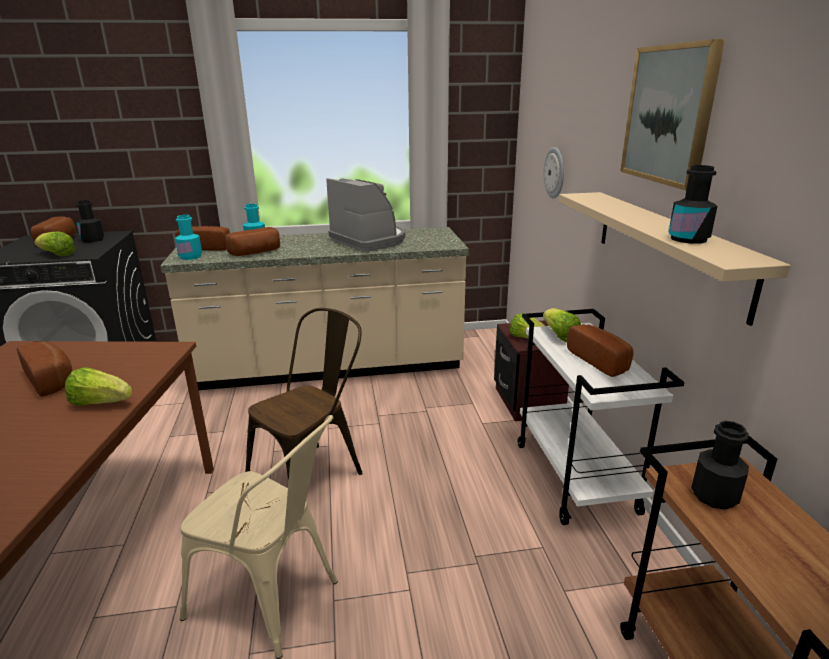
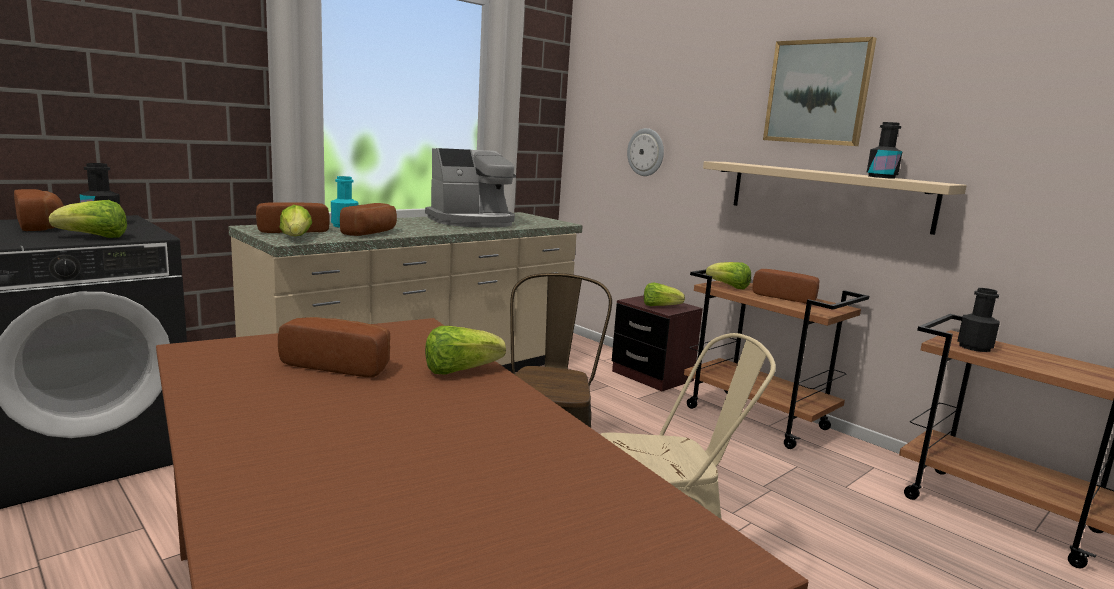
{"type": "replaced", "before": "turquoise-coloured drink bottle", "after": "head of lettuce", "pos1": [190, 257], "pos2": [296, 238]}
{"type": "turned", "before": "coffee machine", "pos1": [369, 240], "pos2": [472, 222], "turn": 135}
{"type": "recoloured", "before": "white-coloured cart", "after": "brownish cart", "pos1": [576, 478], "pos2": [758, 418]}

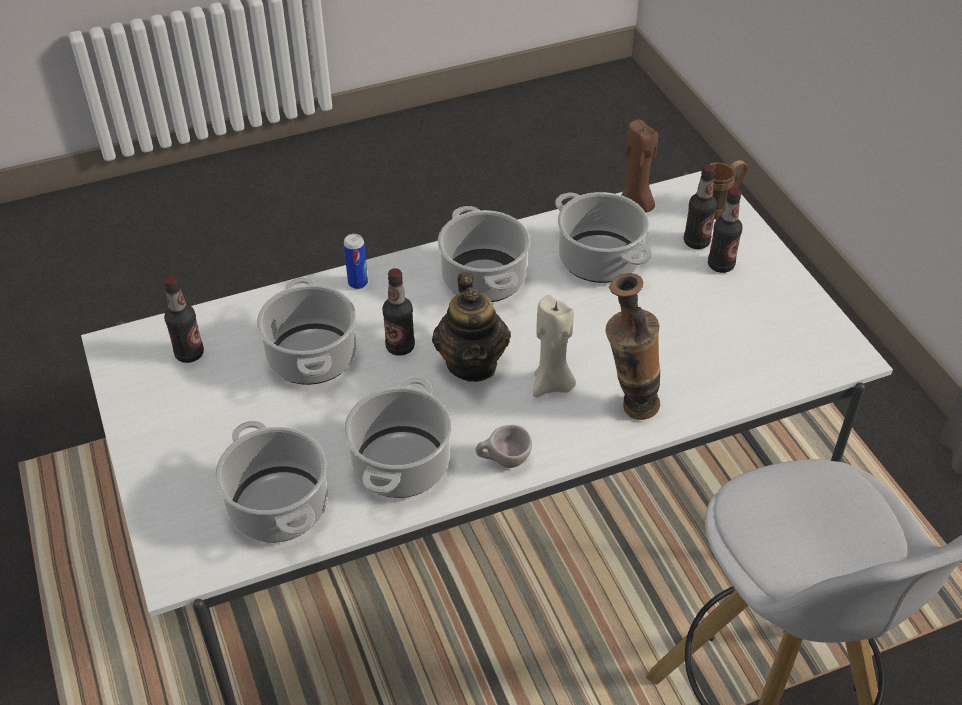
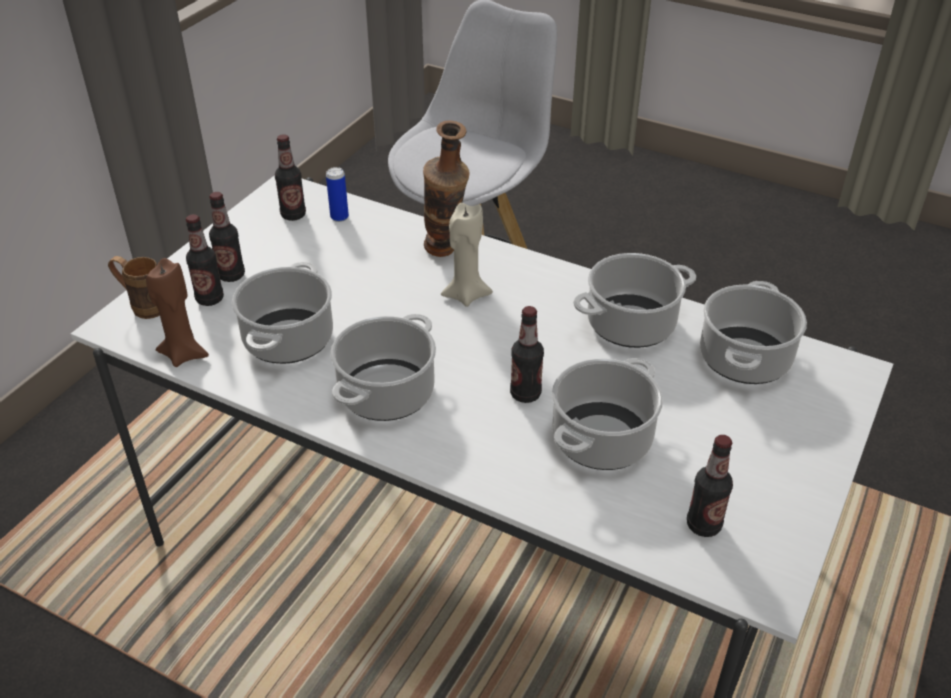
{"type": "added", "after": "drink bottle", "pos2": [293, 215]}
{"type": "moved", "before": "can", "pos1": [358, 283], "pos2": [339, 217]}
{"type": "removed", "before": "pot for tea", "pos1": [472, 363]}
{"type": "removed", "before": "beige-coloured drinking cup", "pos1": [503, 462]}

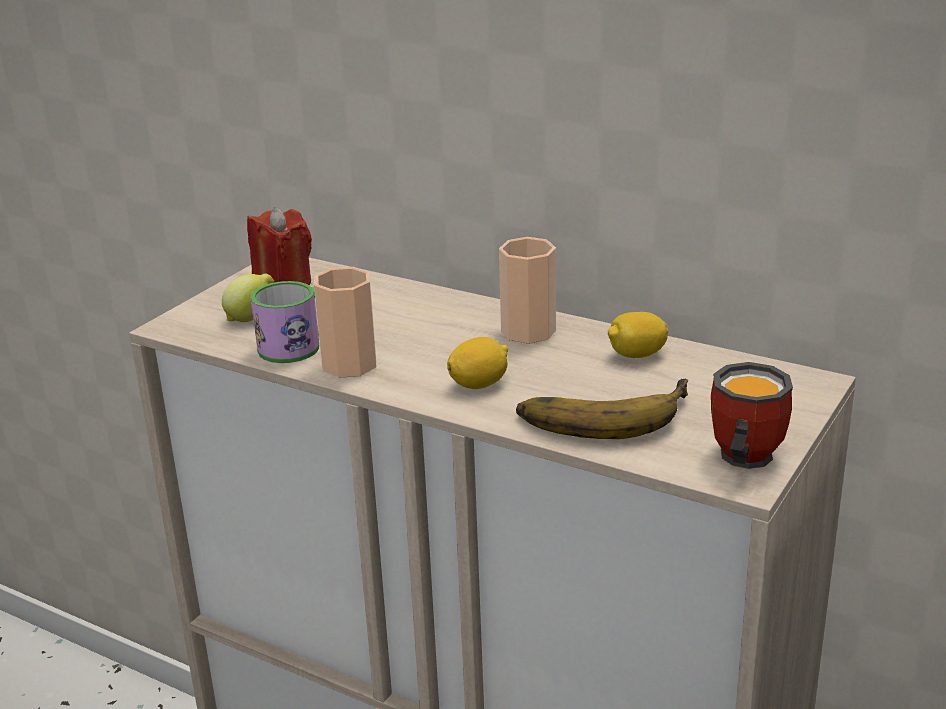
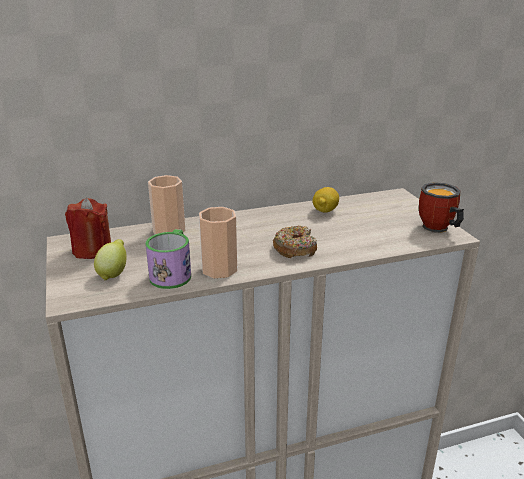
{"type": "moved", "before": "drinking cup", "pos1": [528, 331], "pos2": [169, 231]}
{"type": "replaced", "before": "citrus fruit", "after": "donut", "pos1": [479, 384], "pos2": [295, 249]}
{"type": "removed", "before": "whole banana", "pos1": [601, 413]}

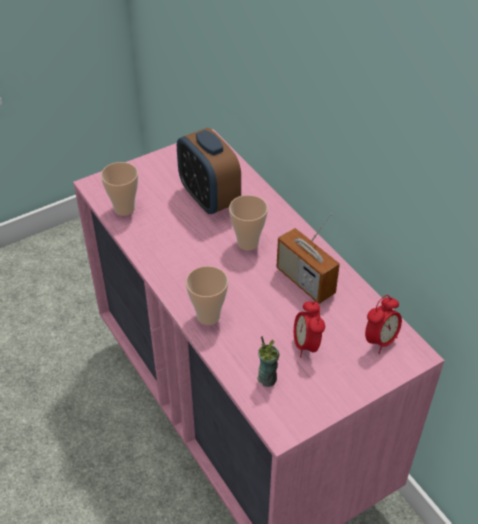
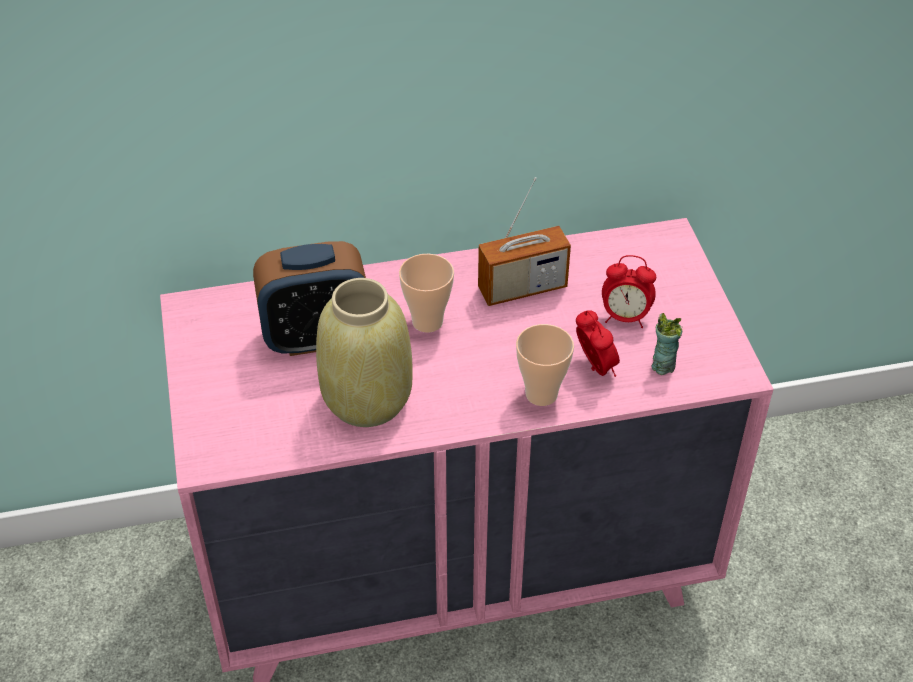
{"type": "added", "after": "beige-coloured flower vase", "pos2": [368, 400]}
{"type": "moved", "before": "table clock", "pos1": [380, 340], "pos2": [594, 368]}
{"type": "removed", "before": "drinking cup", "pos1": [124, 209]}

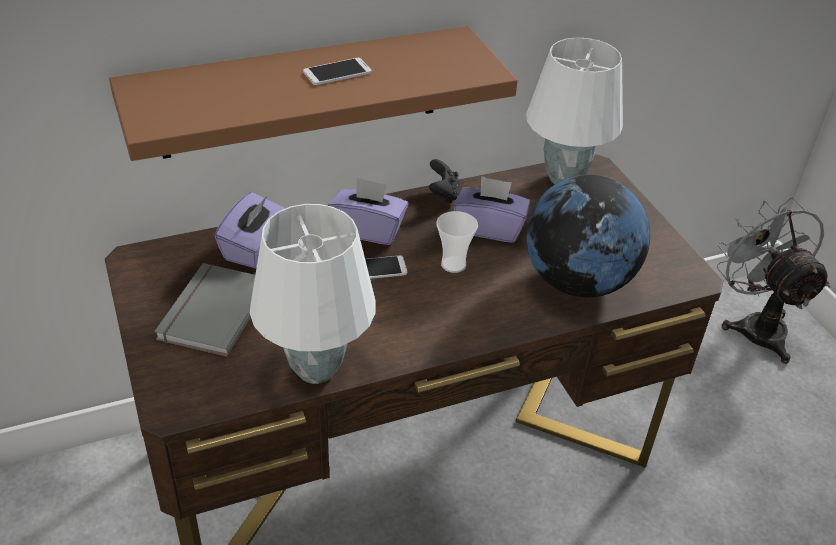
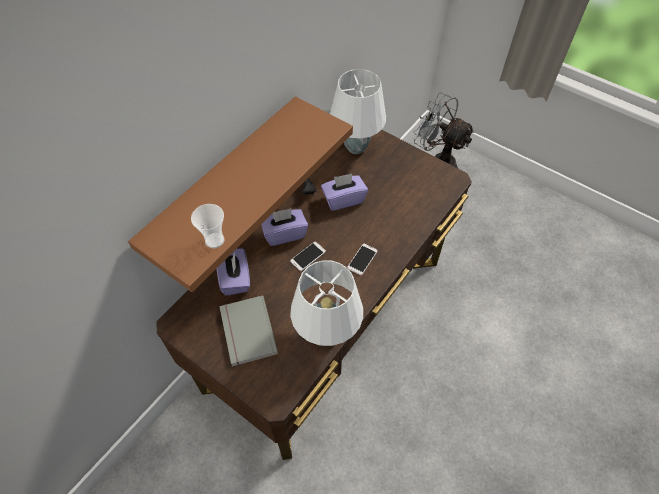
{"type": "moved", "before": "drinking cup", "pos1": [453, 264], "pos2": [214, 240]}
{"type": "moved", "before": "phone", "pos1": [337, 72], "pos2": [362, 259]}
{"type": "removed", "before": "desk globe", "pos1": [577, 282]}

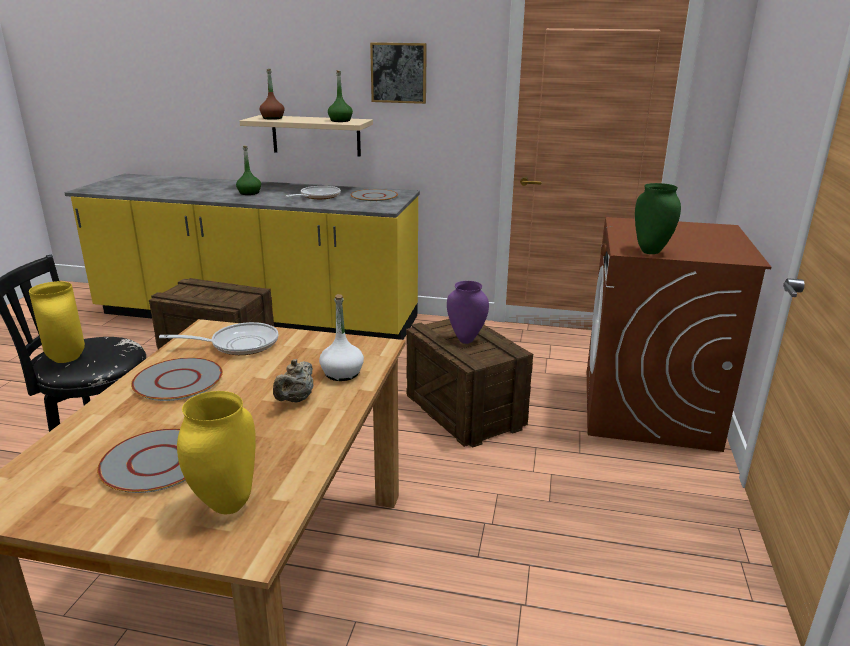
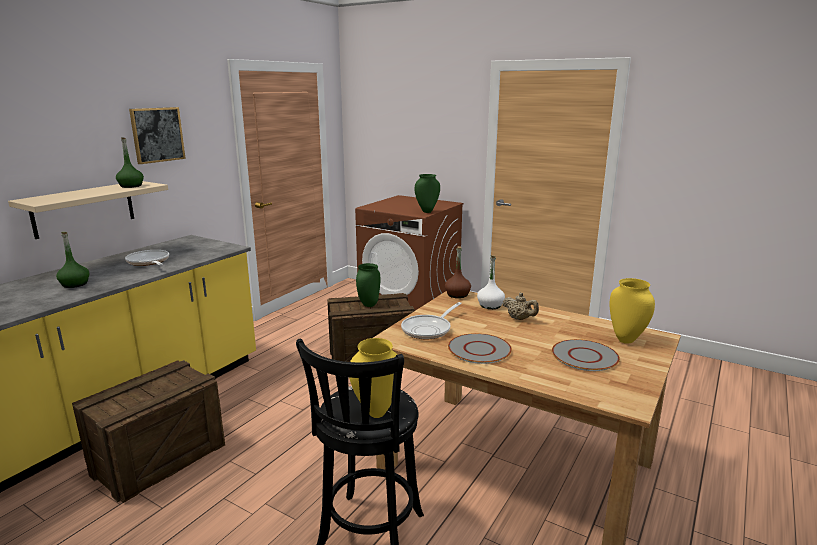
{"type": "recoloured", "before": "purple-coloured flower vase", "after": "greenish flower vase", "pos1": [466, 340], "pos2": [368, 305]}
{"type": "turned", "before": "pan", "pos1": [239, 344], "pos2": [429, 329], "turn": -150}
{"type": "moved", "before": "brownish drink bottle", "pos1": [272, 118], "pos2": [457, 295]}
{"type": "removed", "before": "gray dinner plate", "pos1": [374, 196]}

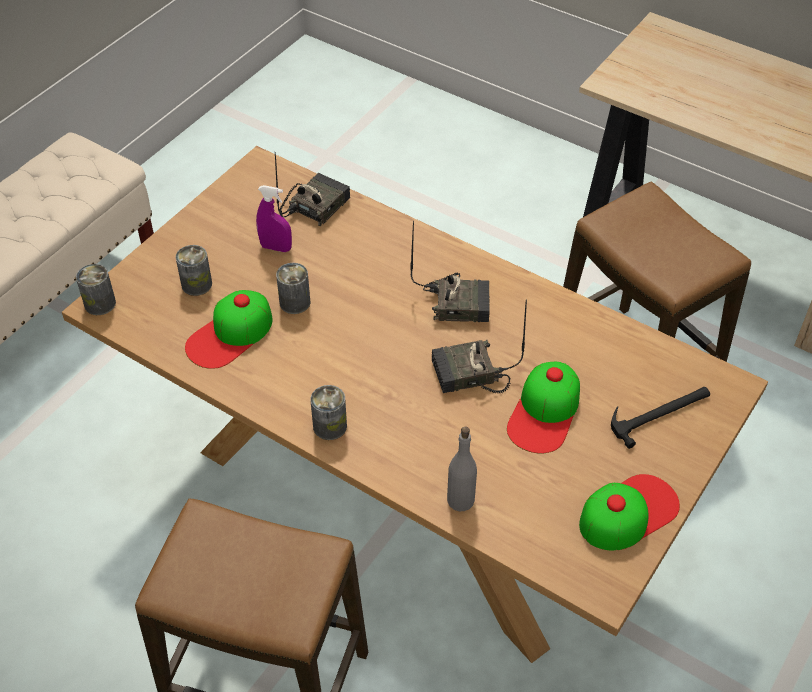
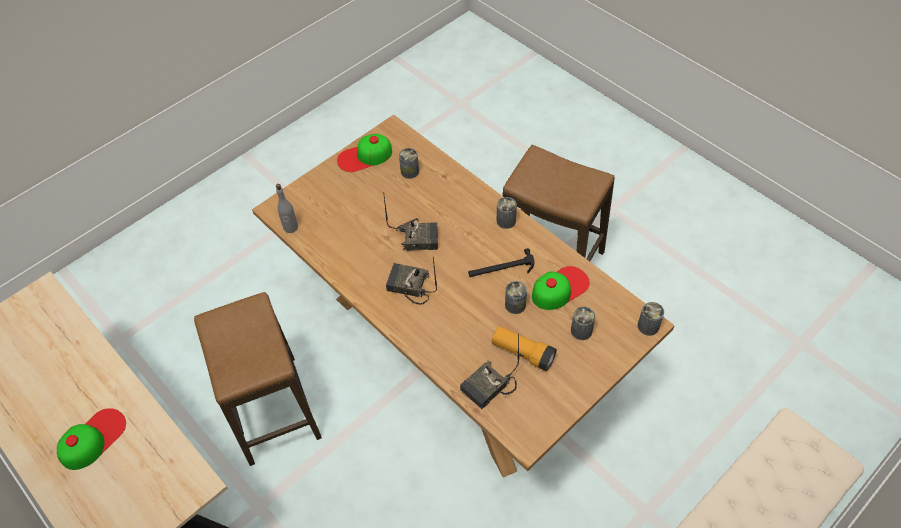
{"type": "moved", "before": "baseball cap", "pos1": [545, 412], "pos2": [93, 438]}
{"type": "moved", "before": "gray drink bottle", "pos1": [460, 499], "pos2": [290, 227]}
{"type": "added", "after": "can", "pos2": [410, 171]}
{"type": "moved", "before": "hammer", "pos1": [660, 413], "pos2": [501, 268]}
{"type": "replaced", "before": "purple-coloured hand sprayer", "after": "hand torch", "pos1": [276, 248], "pos2": [523, 353]}

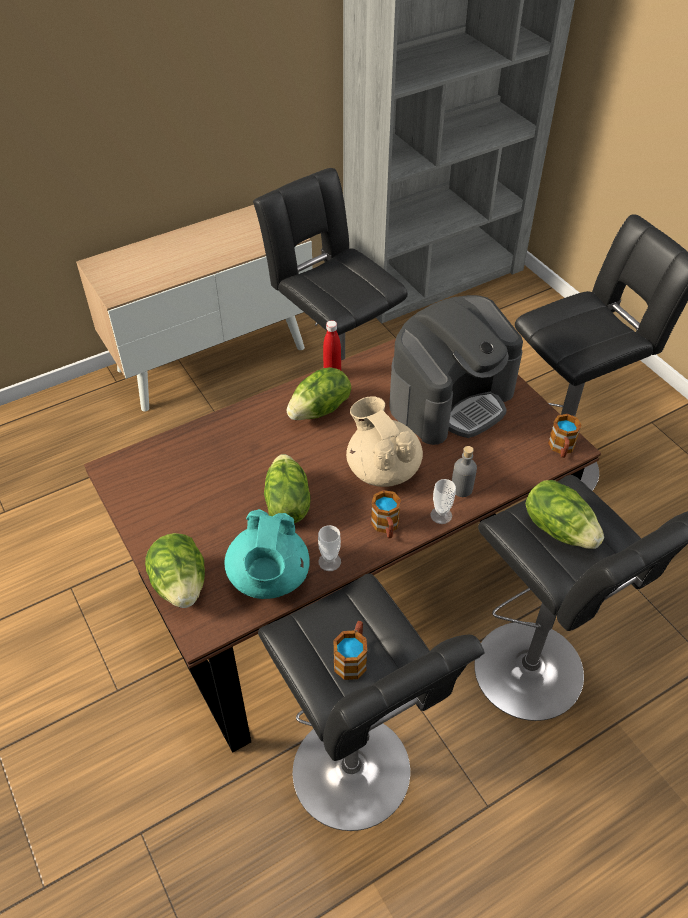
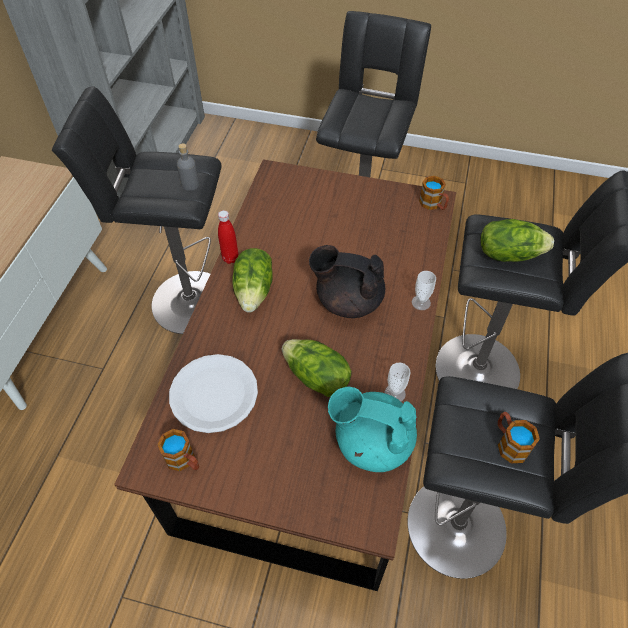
{"type": "moved", "before": "coffee mug", "pos1": [386, 527], "pos2": [184, 460]}
{"type": "added", "after": "white-coloured dinner plate", "pos2": [213, 394]}
{"type": "moved", "before": "gray drink bottle", "pos1": [461, 488], "pos2": [190, 184]}
{"type": "recoloured", "before": "beige-coloured pot for tea", "after": "black-coloured pot for tea", "pos1": [382, 468], "pos2": [347, 300]}
{"type": "turned", "before": "turquoise-coloured pot for tea", "pos1": [269, 578], "pos2": [371, 442], "turn": 150}
{"type": "removed", "before": "head of lettuce", "pos1": [180, 585]}
{"type": "removed", "before": "coffee machine", "pos1": [451, 399]}

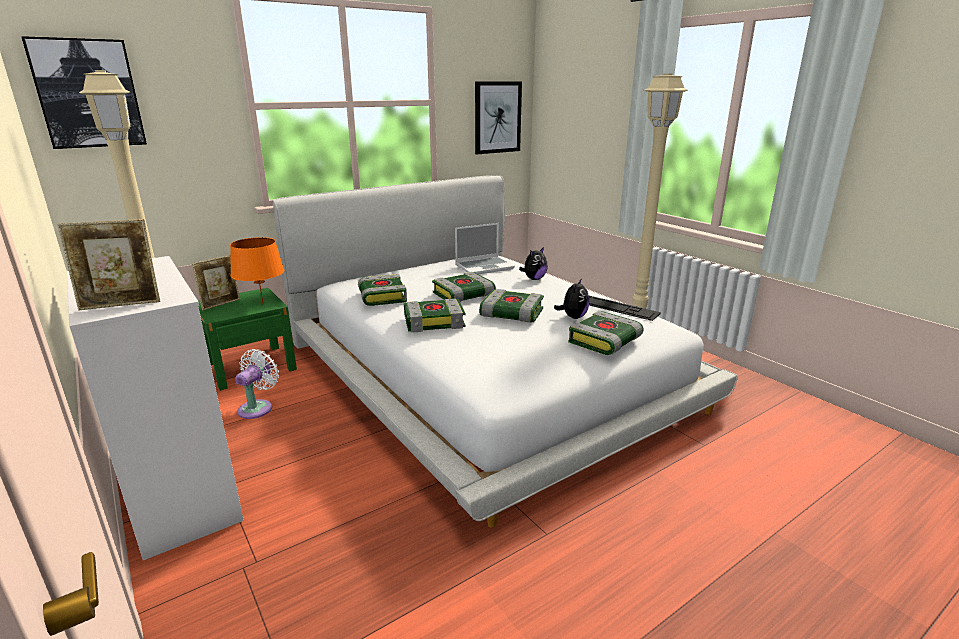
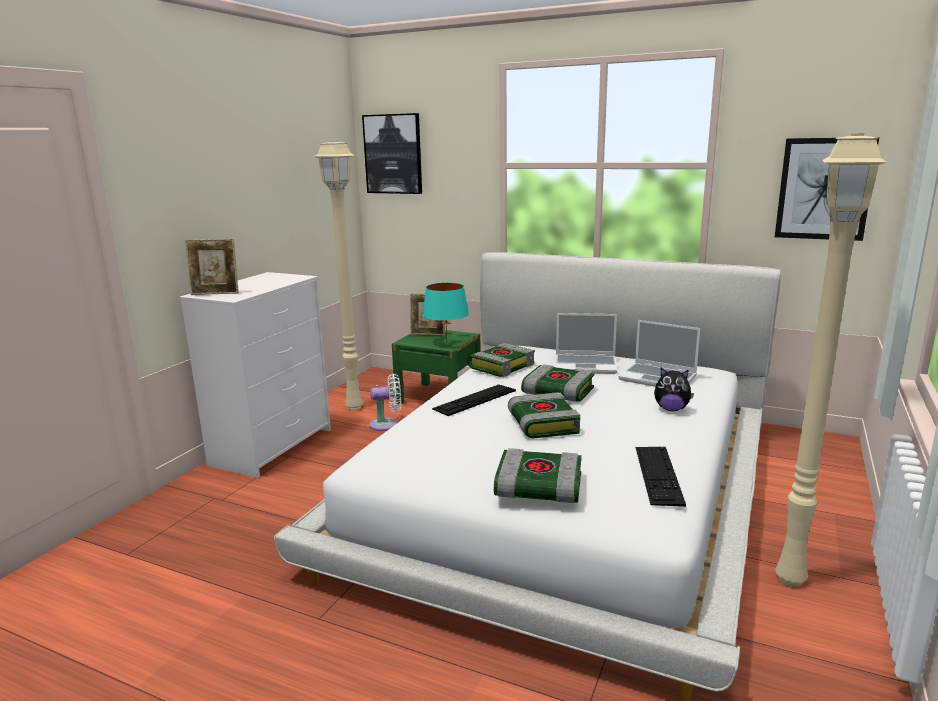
{"type": "turned", "before": "standing frame", "pos1": [122, 305], "pos2": [216, 294], "turn": -45}
{"type": "recoloured", "before": "orange-coloured table lamp", "after": "turquoise-coloured table lamp", "pos1": [262, 303], "pos2": [446, 343]}
{"type": "replaced", "before": "book", "after": "computer keyboard", "pos1": [435, 321], "pos2": [475, 399]}
{"type": "added", "after": "laptop", "pos2": [586, 365]}
{"type": "removed", "before": "plush toy", "pos1": [573, 317]}

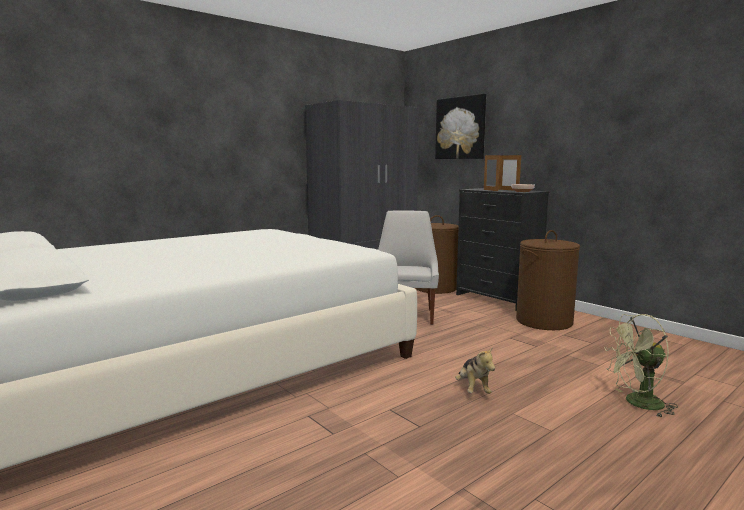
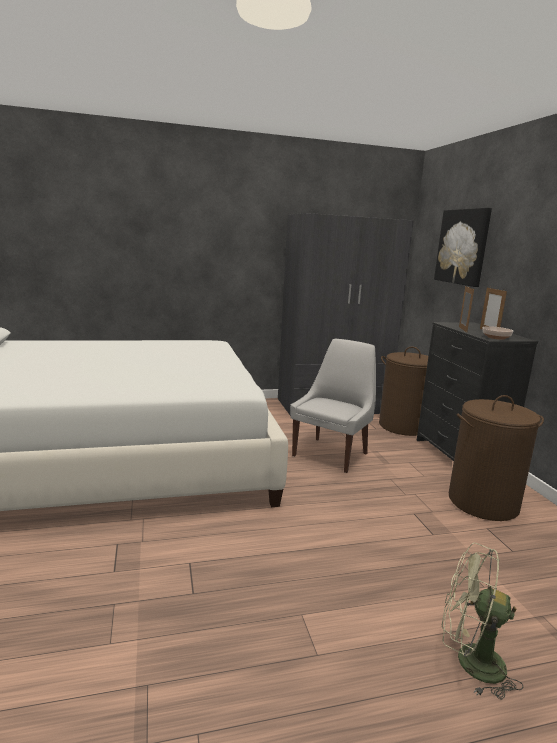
{"type": "removed", "before": "plush toy", "pos1": [473, 389]}

